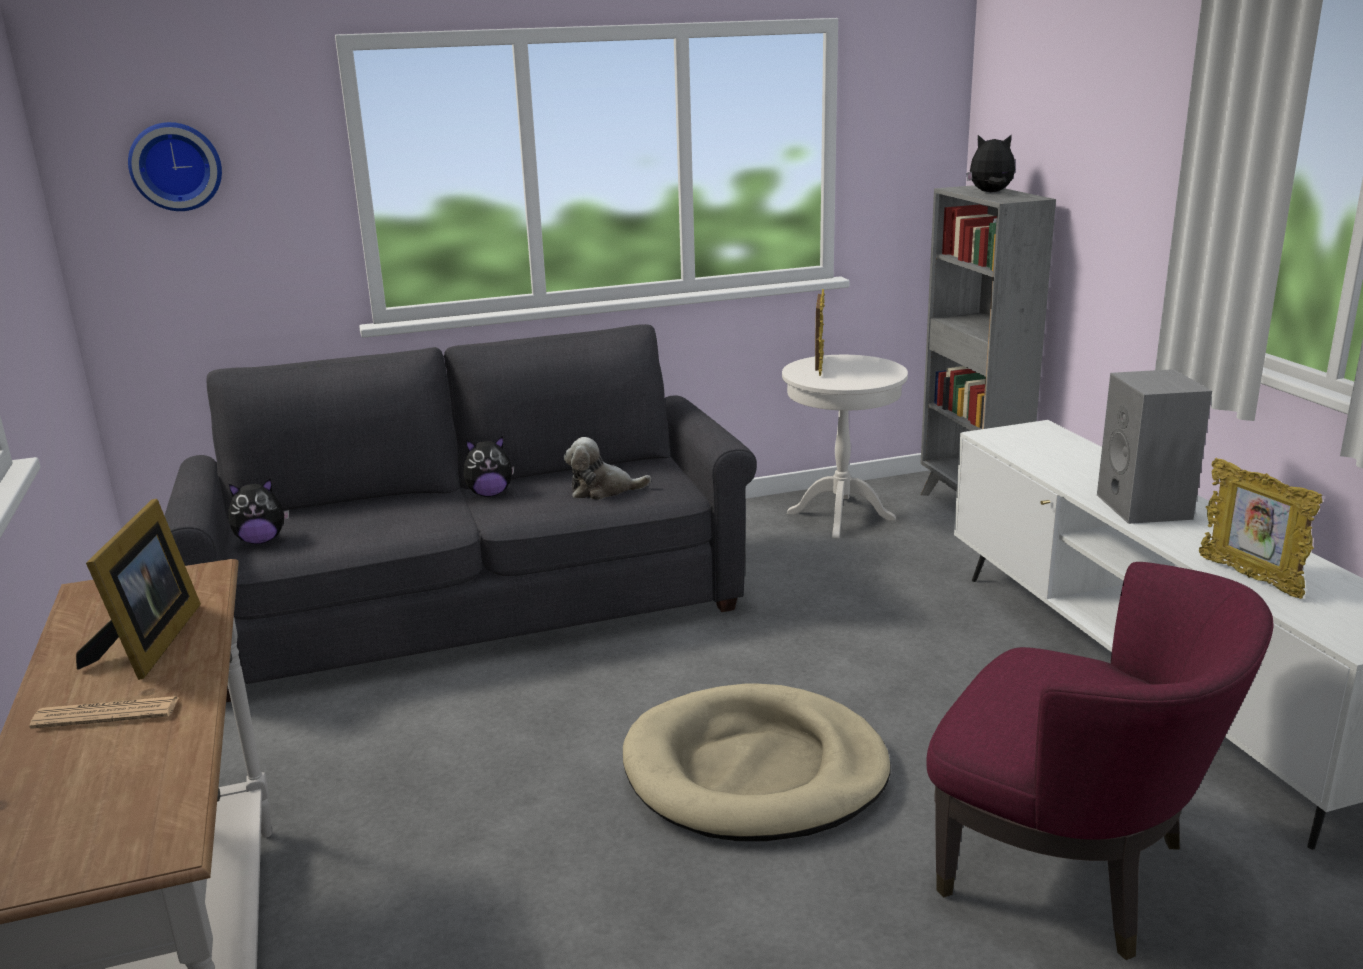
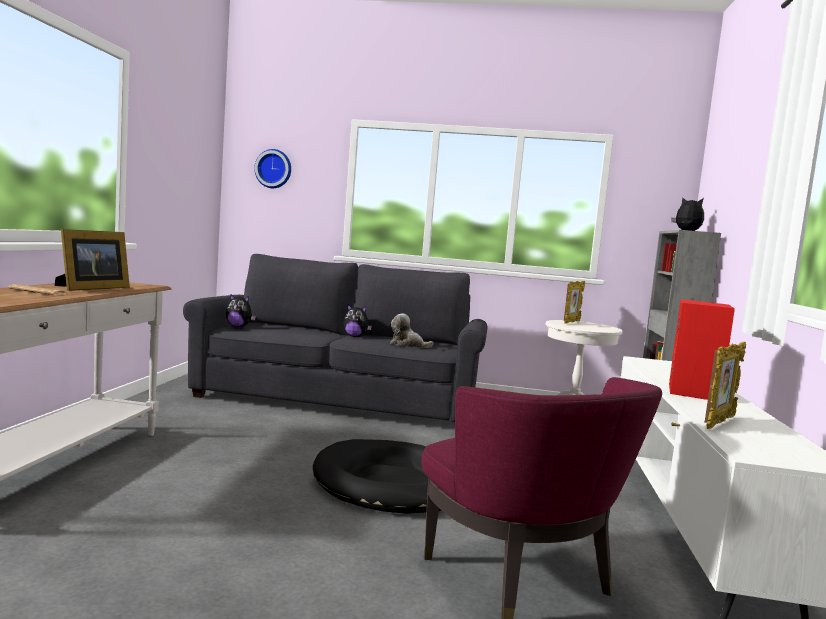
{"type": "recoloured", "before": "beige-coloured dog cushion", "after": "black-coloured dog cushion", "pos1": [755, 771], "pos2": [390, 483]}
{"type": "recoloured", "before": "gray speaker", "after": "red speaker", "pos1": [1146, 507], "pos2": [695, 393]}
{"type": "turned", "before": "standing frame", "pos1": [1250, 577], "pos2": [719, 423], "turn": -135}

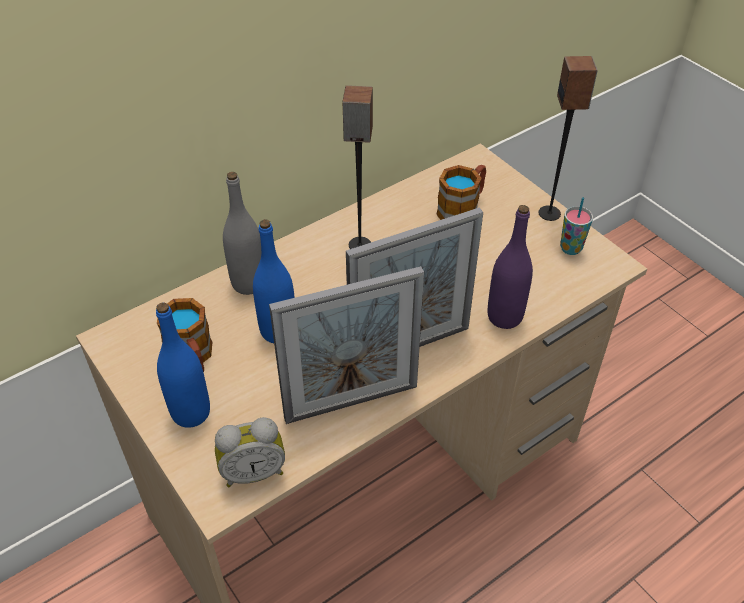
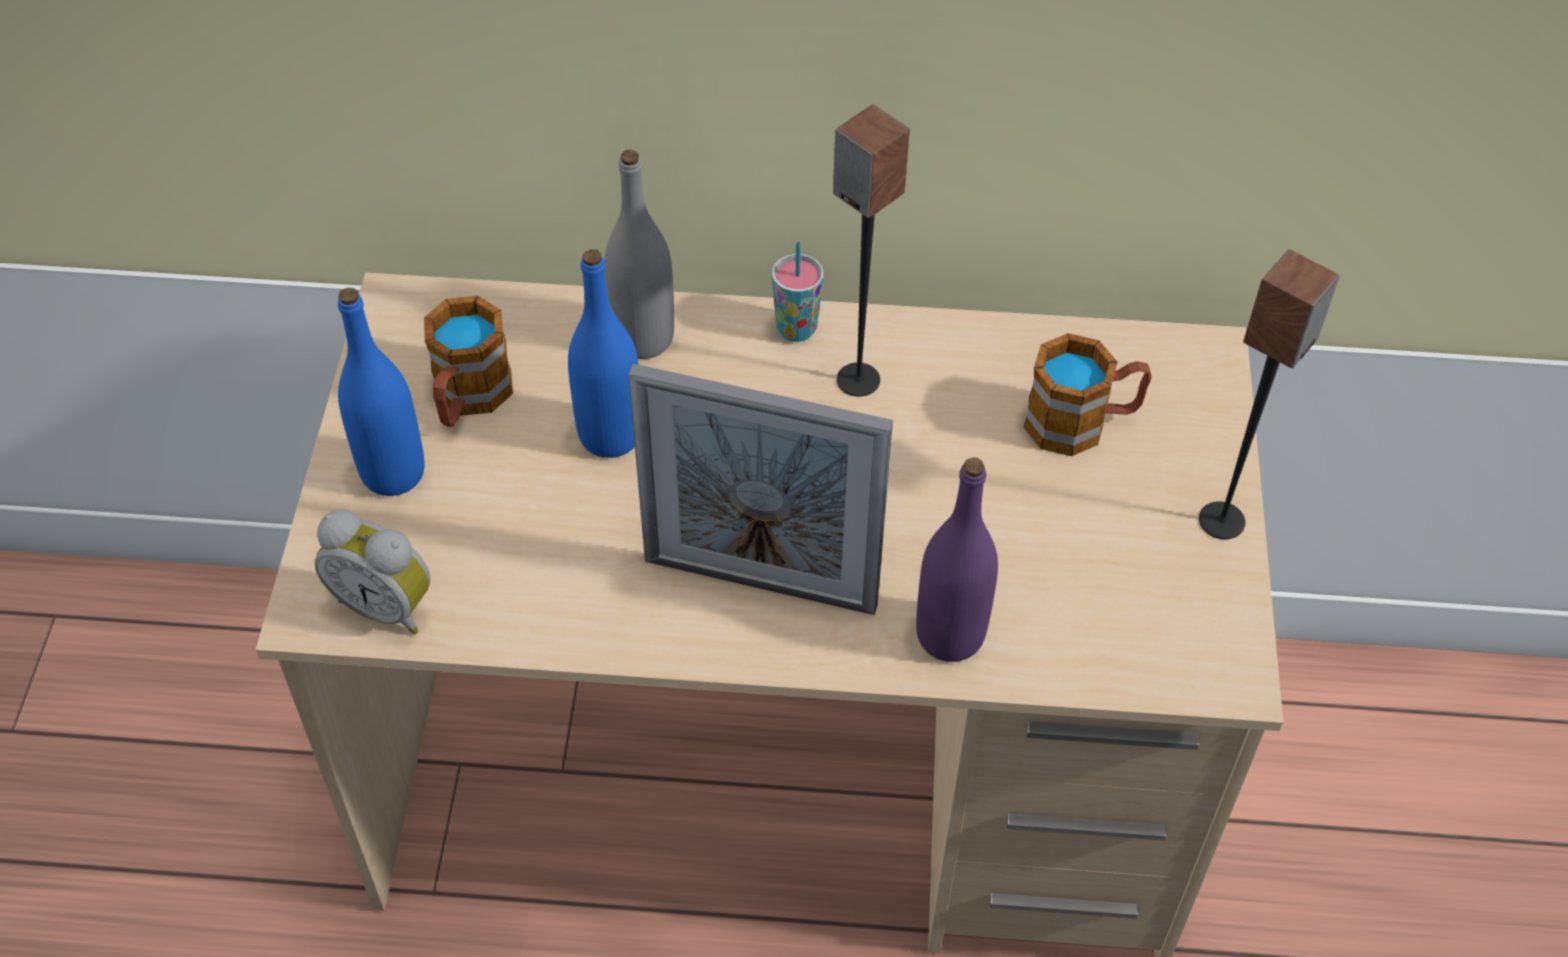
{"type": "moved", "before": "drinking cup", "pos1": [570, 248], "pos2": [796, 329]}
{"type": "removed", "before": "standing frame", "pos1": [351, 402]}

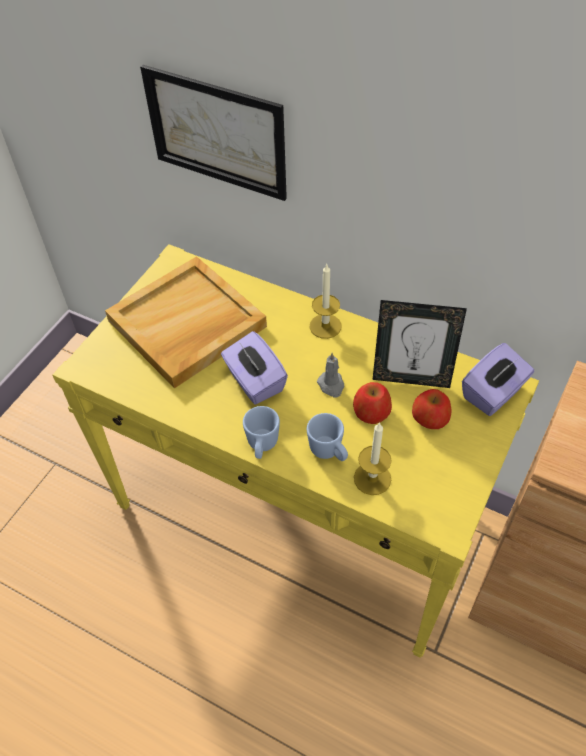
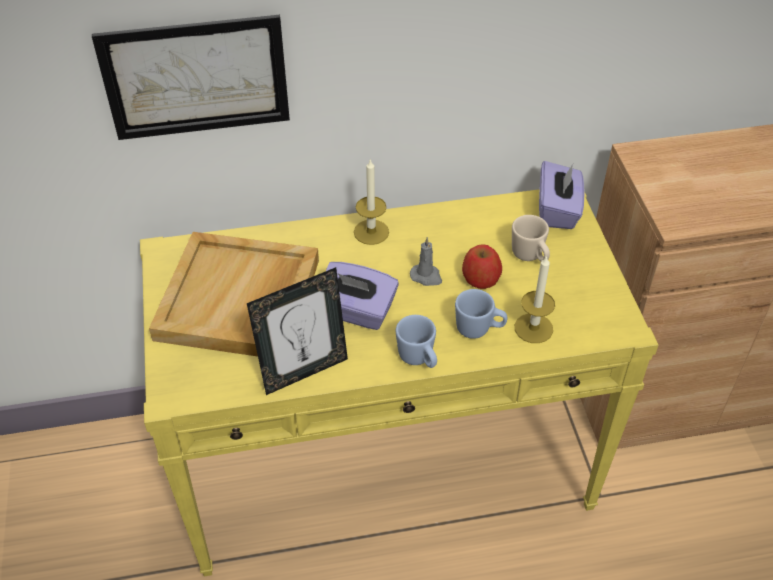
{"type": "moved", "before": "standing frame", "pos1": [411, 378], "pos2": [304, 371]}
{"type": "replaced", "before": "apple", "after": "beige-coloured coffee mug", "pos1": [429, 418], "pos2": [530, 256]}

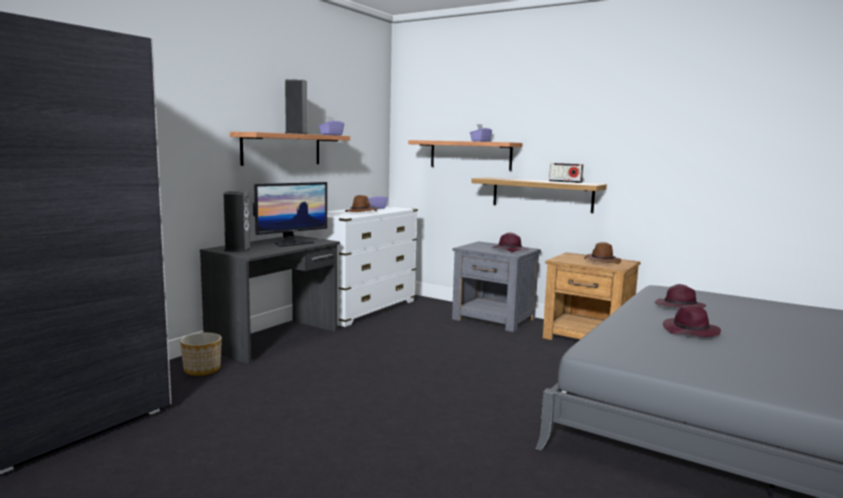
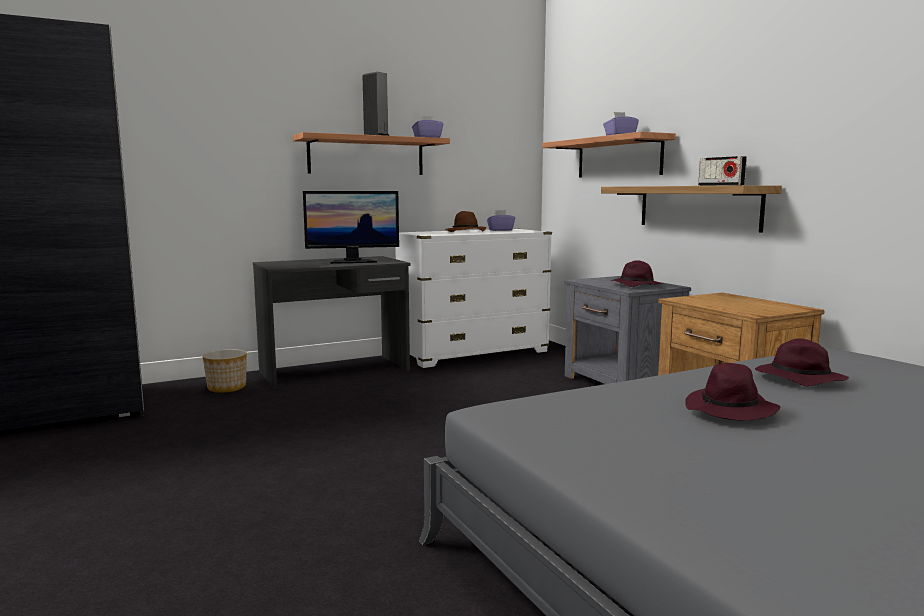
{"type": "removed", "before": "speaker", "pos1": [237, 250]}
{"type": "removed", "before": "brownish clothing hat", "pos1": [601, 261]}

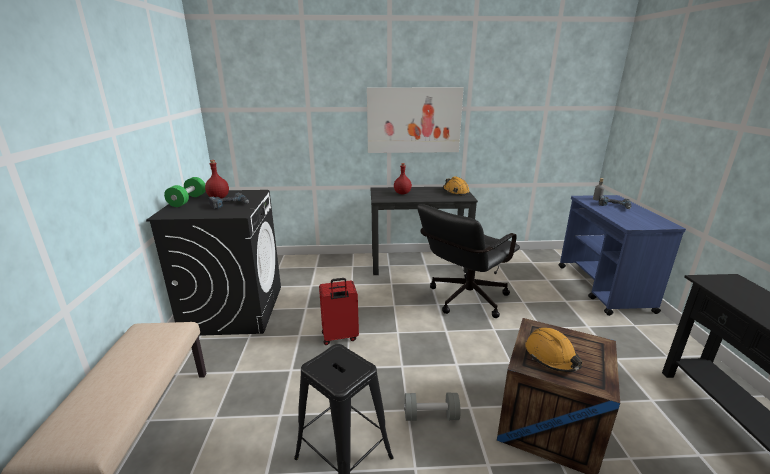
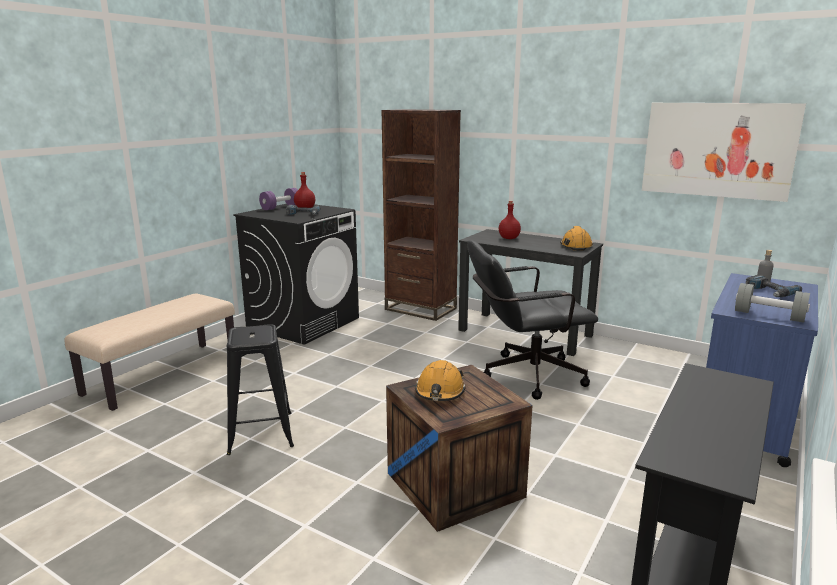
{"type": "recoloured", "before": "greenish hand weight", "after": "purple-coloured hand weight", "pos1": [188, 200], "pos2": [281, 207]}
{"type": "added", "after": "brownish shelving unit", "pos2": [420, 309]}
{"type": "moved", "before": "wall art", "pos1": [414, 120], "pos2": [717, 150]}
{"type": "moved", "before": "gray hand weight", "pos1": [431, 416], "pos2": [769, 316]}
{"type": "removed", "before": "red suitcase", "pos1": [340, 337]}

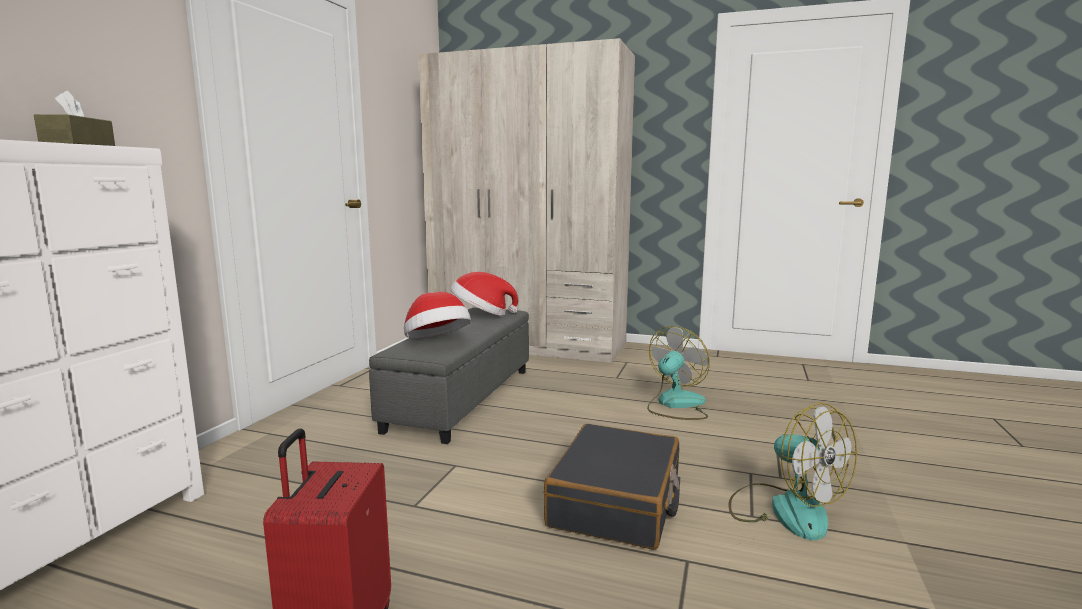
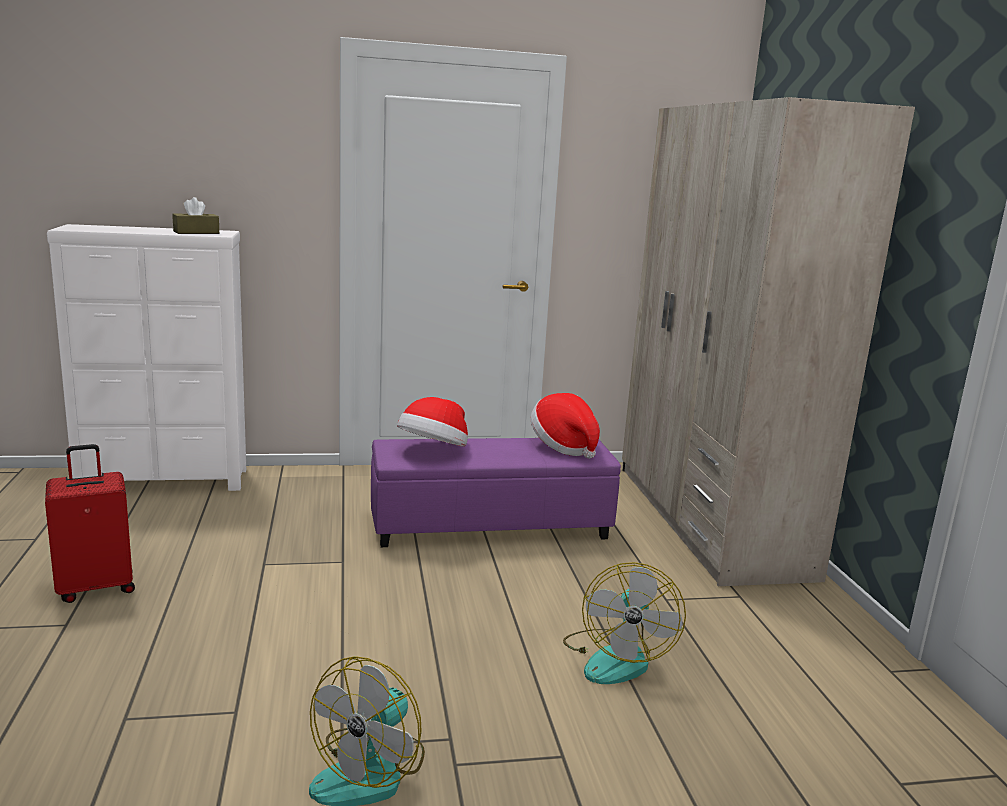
{"type": "recoloured", "before": "gray ottoman", "after": "purple-coloured ottoman", "pos1": [460, 398], "pos2": [490, 525]}
{"type": "turned", "before": "fan", "pos1": [675, 405], "pos2": [616, 657], "turn": 90}
{"type": "removed", "before": "black-coloured suitcase", "pos1": [617, 502]}

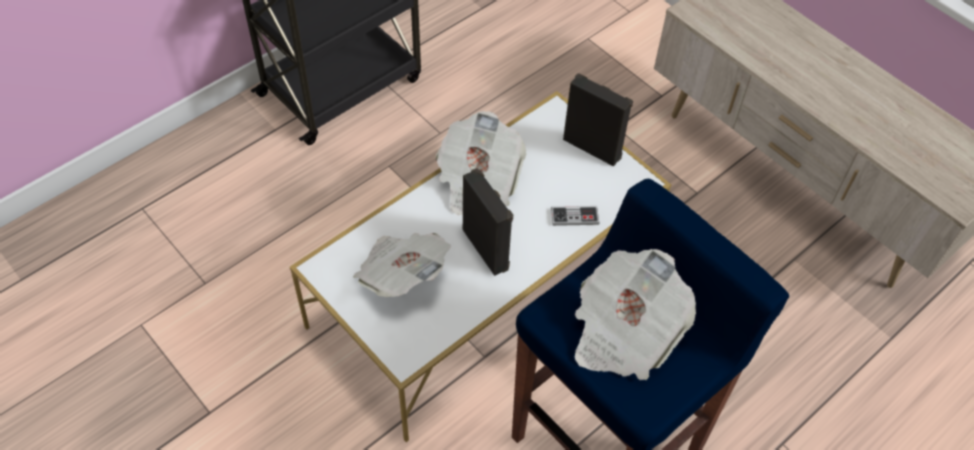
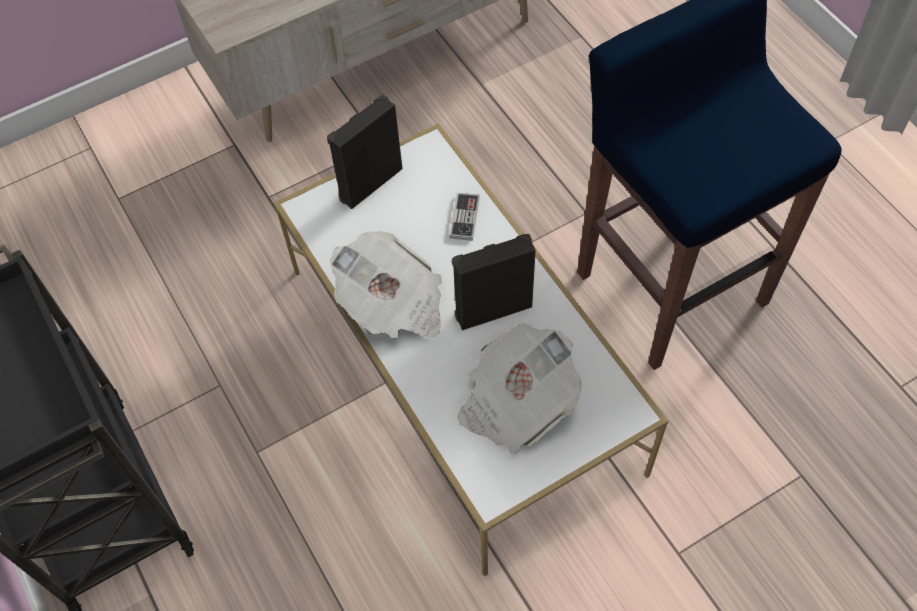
{"type": "removed", "before": "printed paper", "pos1": [624, 332]}

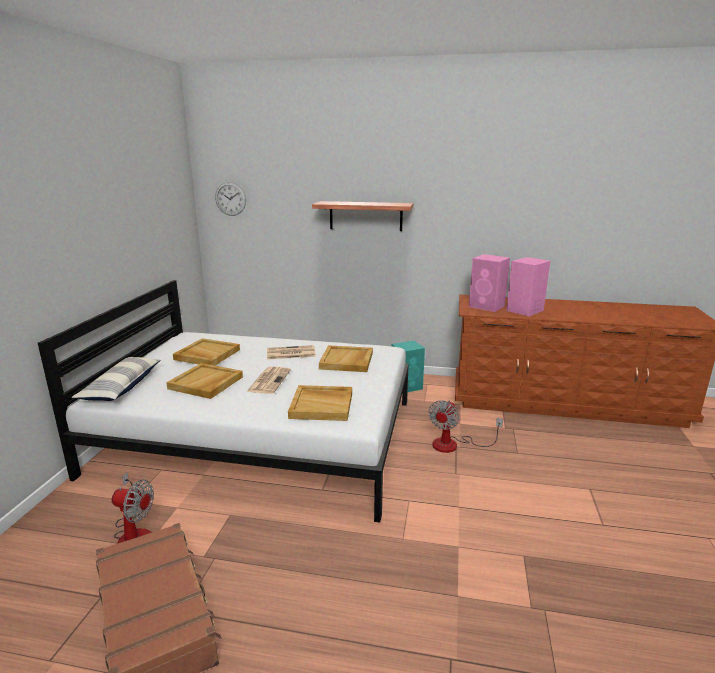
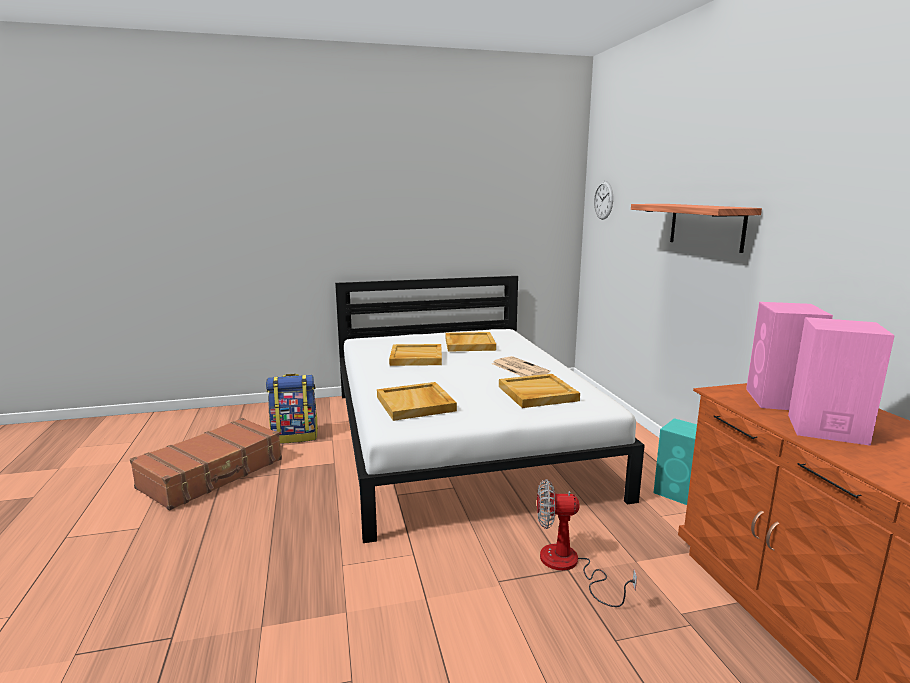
{"type": "replaced", "before": "fan", "after": "knapsack", "pos1": [134, 533], "pos2": [295, 436]}
{"type": "removed", "before": "cushion", "pos1": [121, 387]}
{"type": "removed", "before": "printed paper", "pos1": [269, 380]}

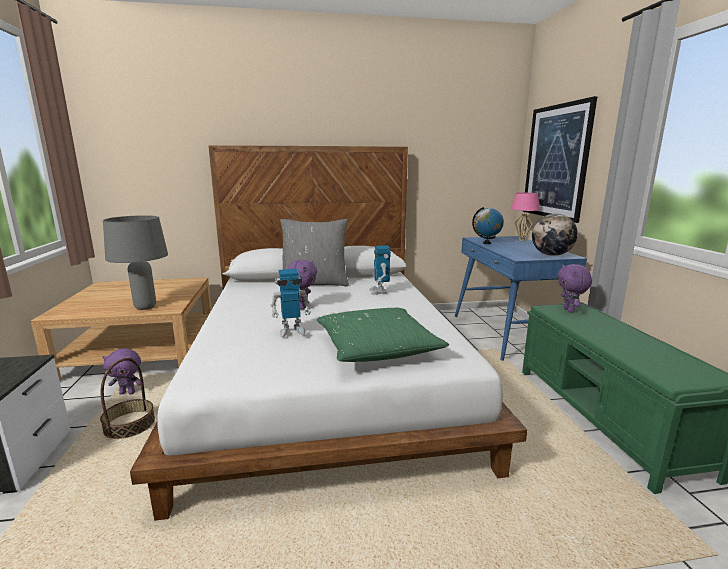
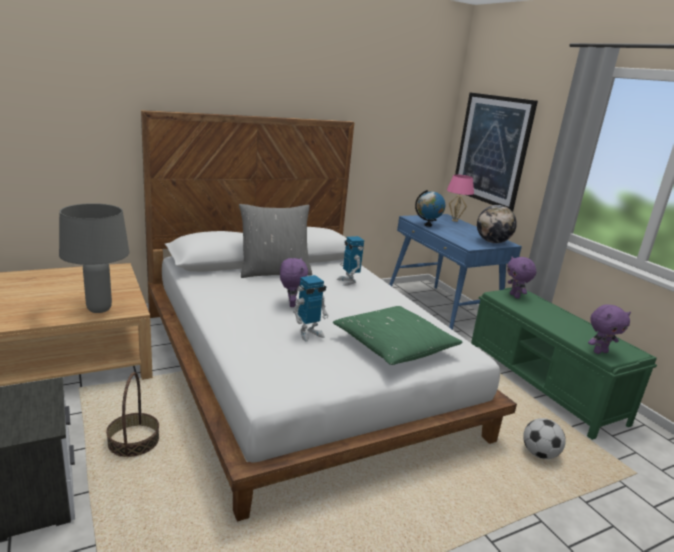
{"type": "added", "after": "football ball", "pos2": [539, 454]}
{"type": "moved", "before": "purple-coloured plush toy", "pos1": [128, 393], "pos2": [600, 351]}

